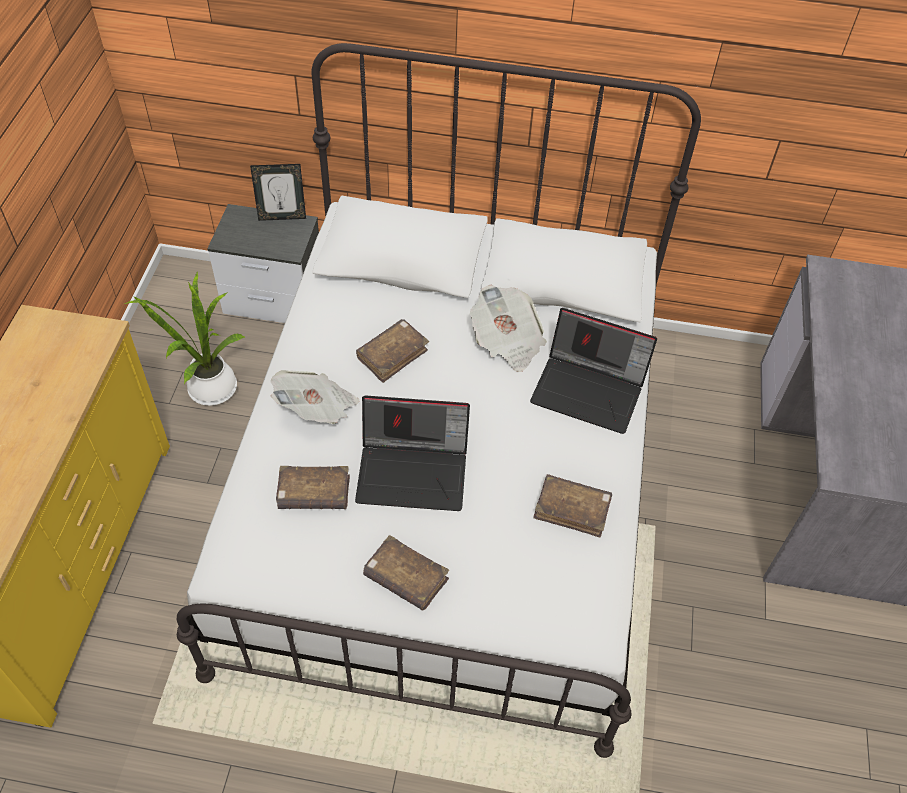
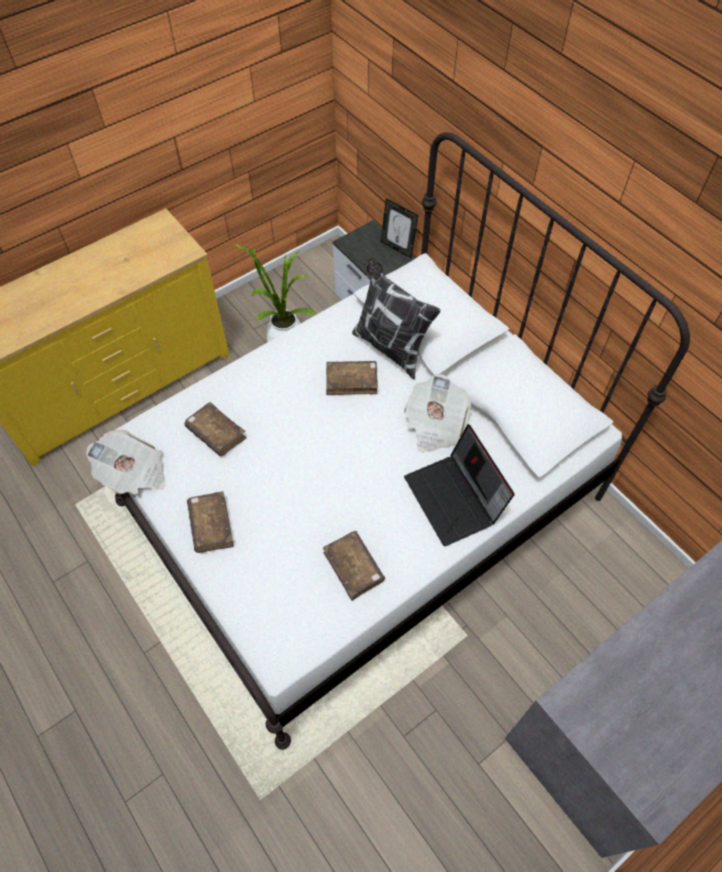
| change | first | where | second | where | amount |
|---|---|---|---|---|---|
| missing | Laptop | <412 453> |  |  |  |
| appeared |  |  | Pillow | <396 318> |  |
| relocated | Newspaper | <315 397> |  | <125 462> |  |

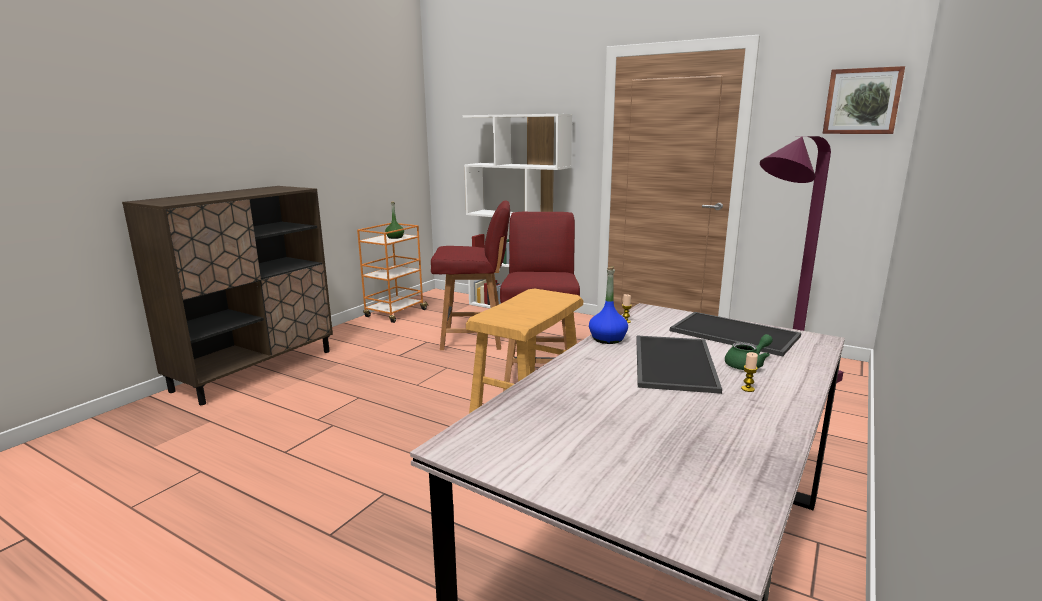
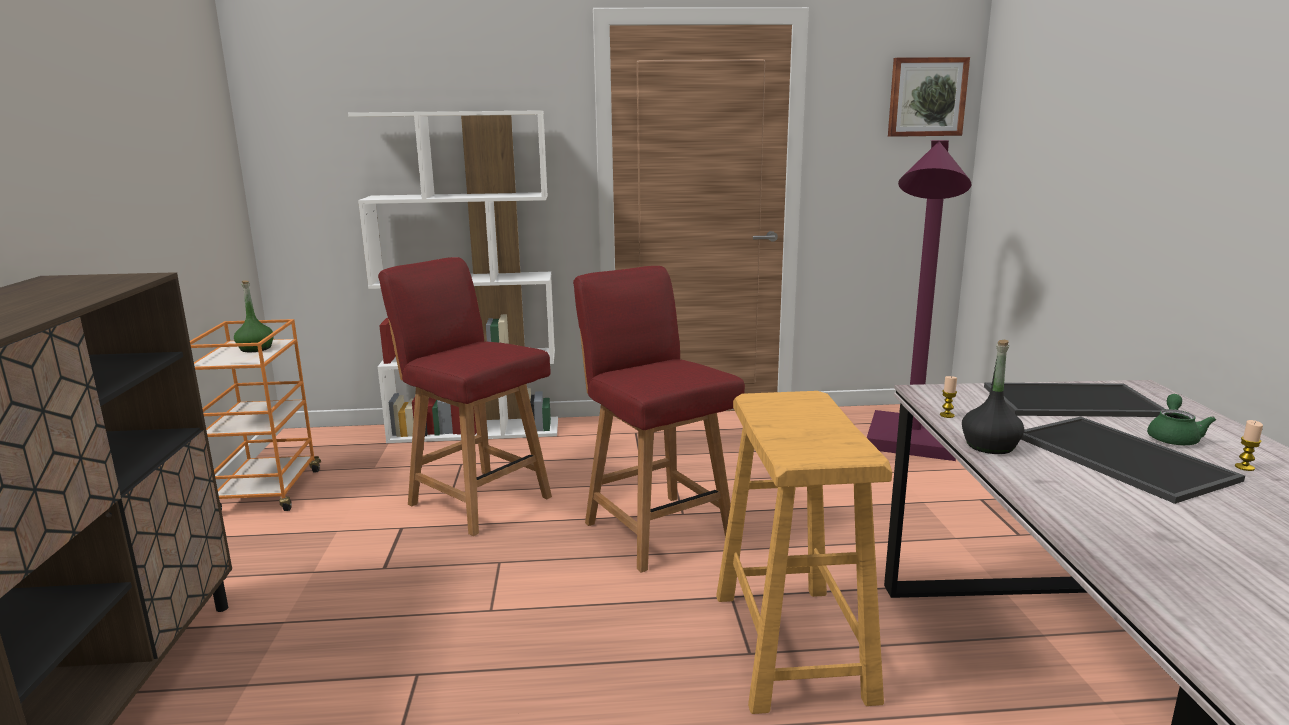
| change | first | where | second | where | amount |
|---|---|---|---|---|---|
| colour | BlueBottle | <608 305> | BlackBottle | <993 397> |  |
| spun | RedChair | <470 275> |  | <465 396> | 105 degrees counterclockwise |

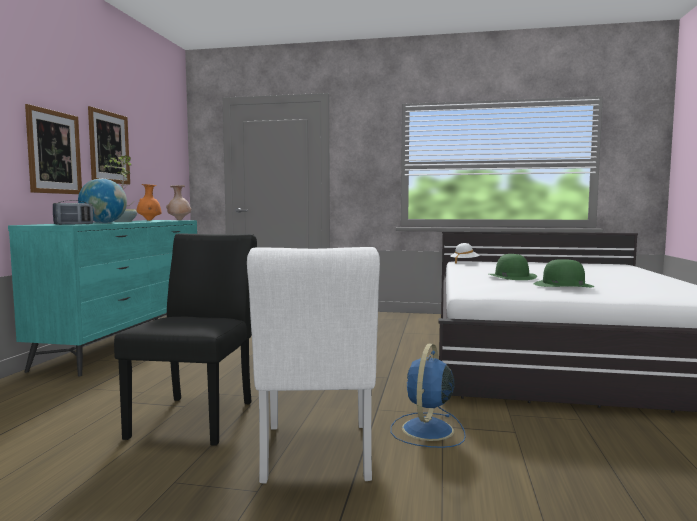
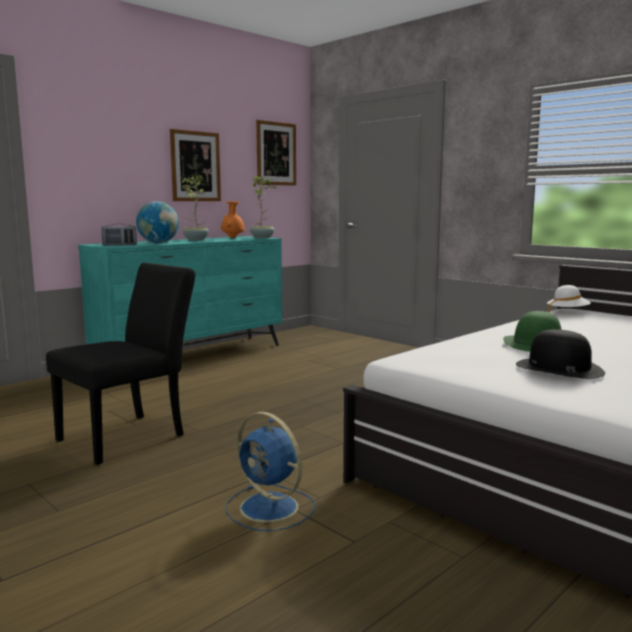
| change | first | where | second | where | amount |
|---|---|---|---|---|---|
| missing | WhiteChair | <313 365> |  |  |  |
| relocated | Picture | <53 149> |  | <276 153> |  |
| exchanged | BeigeVase | <179 202> | PottedPlant | <263 207> |  |
| colour | GreenHat | <564 273> | BlackHat | <560 354> |  |
| spun | BlueFan | <428 395> |  | <271 471> | 105 degrees counterclockwise |

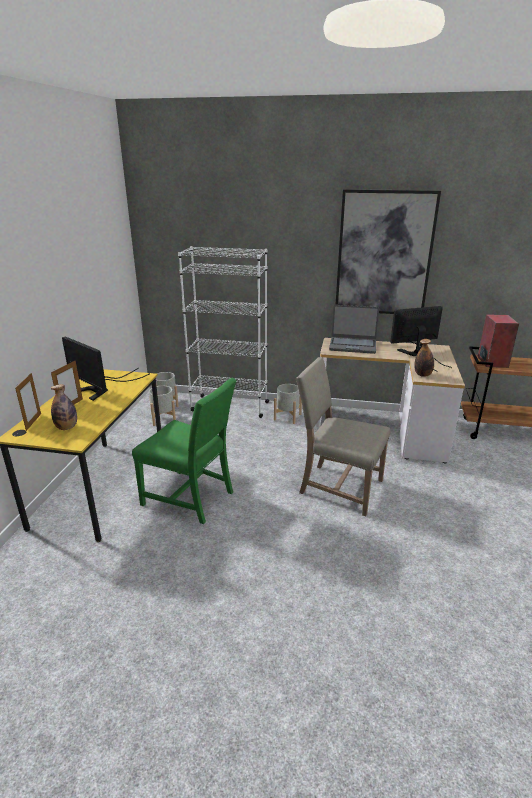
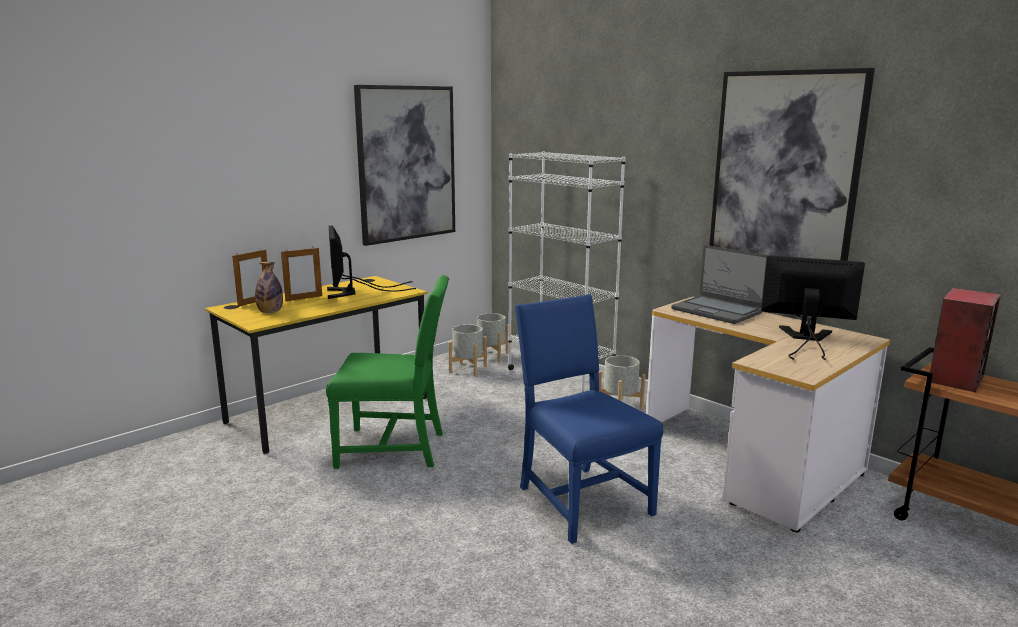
| change | first | where | second | where | amount |
|---|---|---|---|---|---|
| missing | Bottle | <424 358> |  |  |  |
| appeared |  |  | Picture | <404 165> |  |
| colour | BeigeChair | <343 436> | BlueChair | <589 419> |  |
| spun | GreenChair | <184 451> |  | <387 372> | 60 degrees counterclockwise |

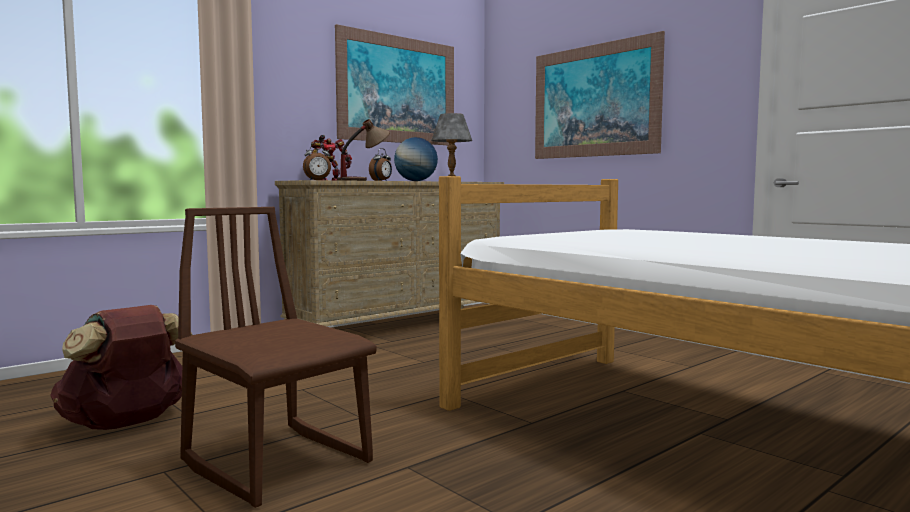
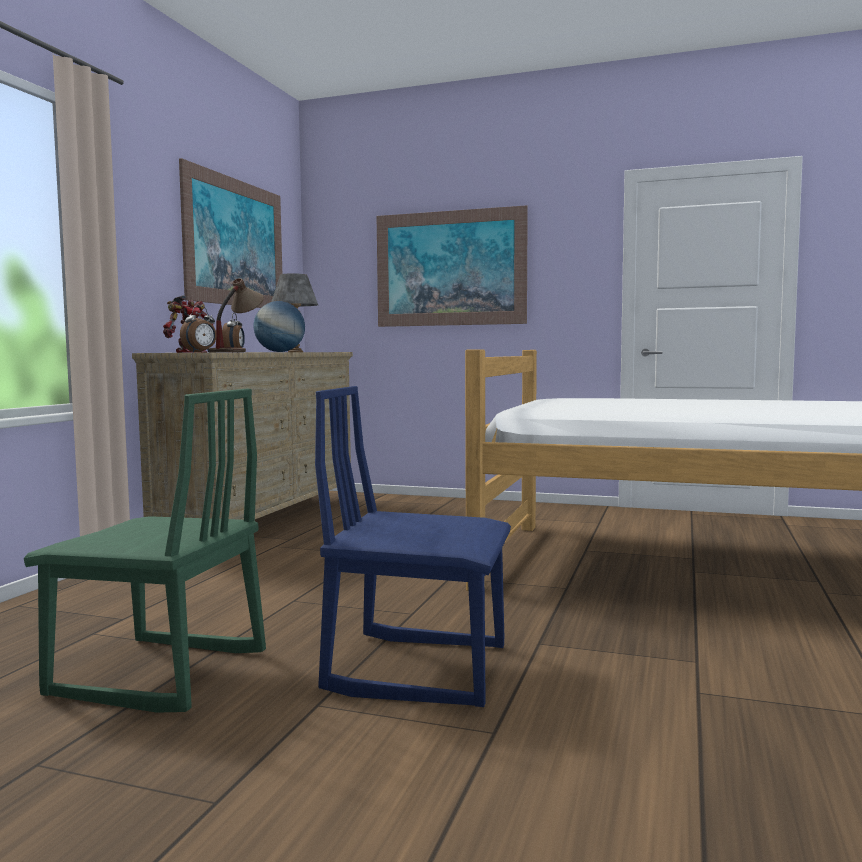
| change | first | where | second | where | amount |
|---|---|---|---|---|---|
| exchanged | BrownBackpack | <121 367> | GreenChair | <145 551> |  |
| colour | BrownChair | <276 357> | BlueChair | <413 546> |  |

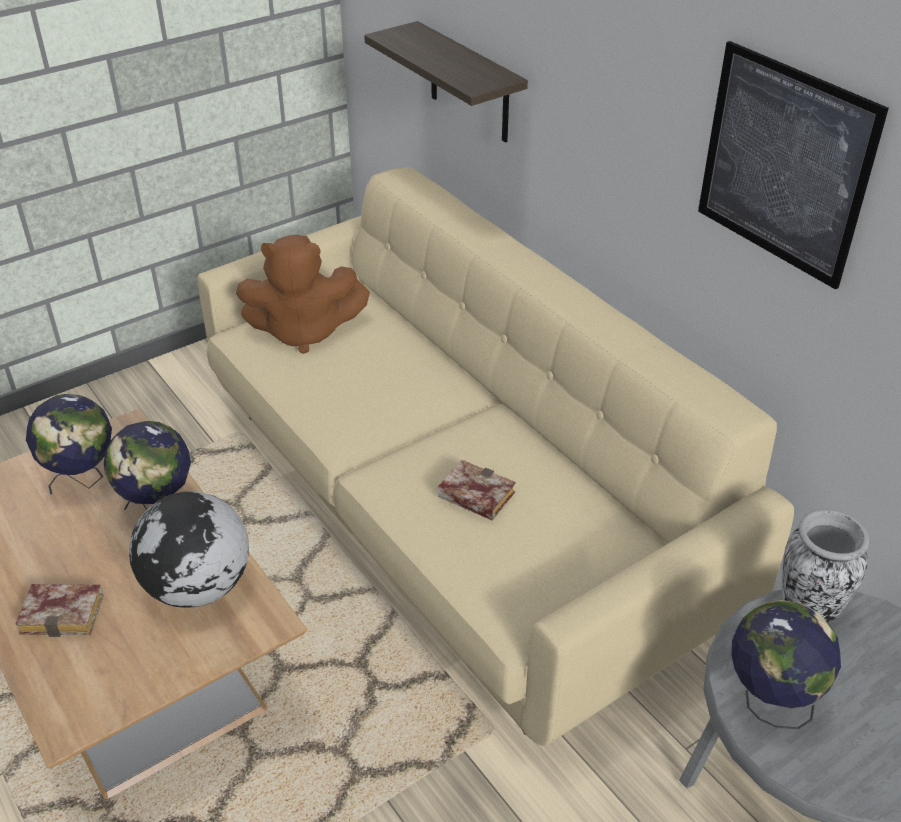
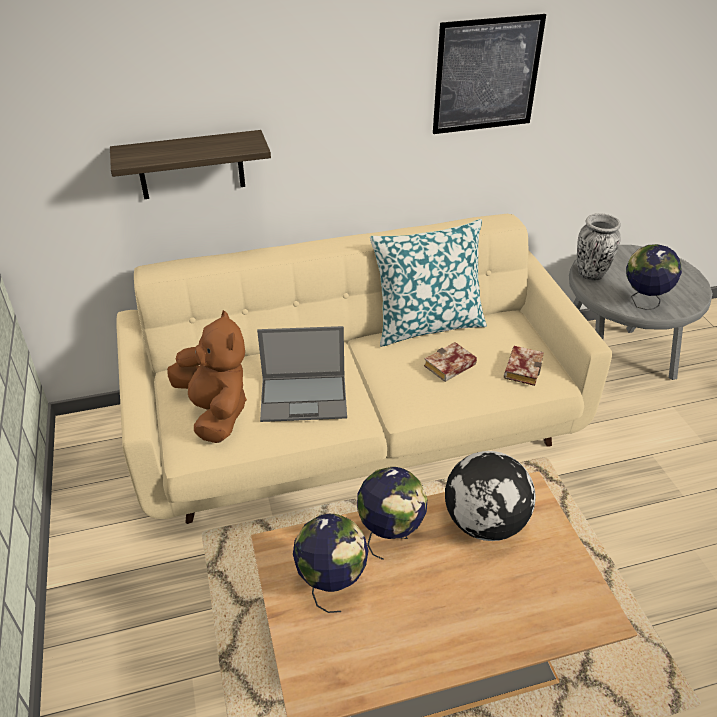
| change | first | where | second | where | amount |
|---|---|---|---|---|---|
| appeared |  |  | Laptop | <302 374> |  |
| appeared |  |  | Pillow | <428 283> |  |
| relocated | Book | <60 610> |  | <524 366> |  |
| spun | BrownPlushToy | <303 294> |  | <207 376> | 45 degrees counterclockwise |

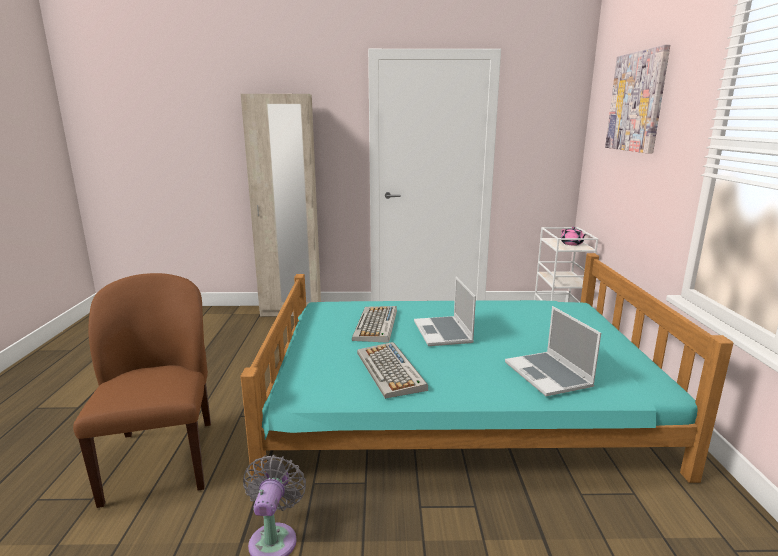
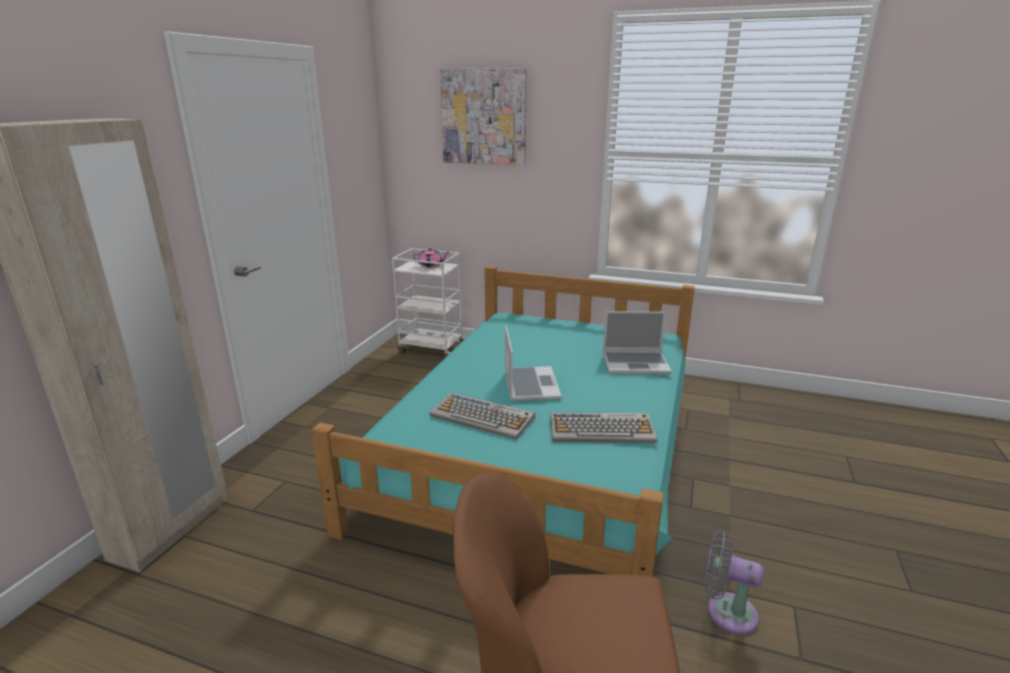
| change | first | where | second | where | amount |
|---|---|---|---|---|---|
| spun | Laptop | <445 311> |  | <533 363> | 105 degrees counterclockwise |

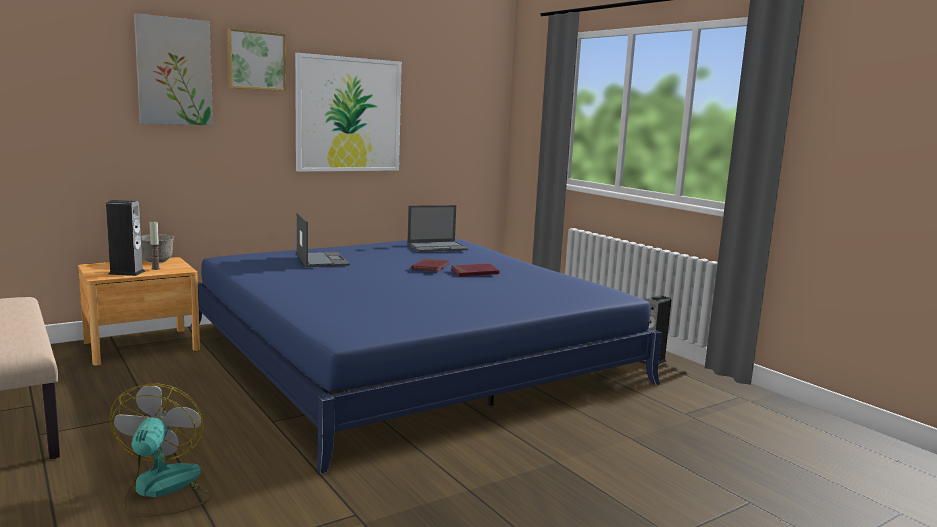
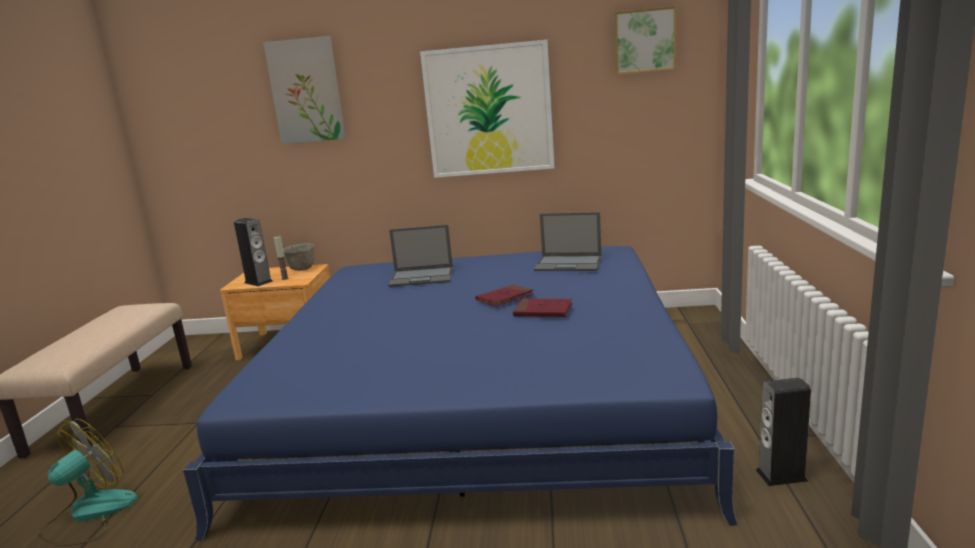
| change | first | where | second | where | amount |
|---|---|---|---|---|---|
| relocated | Picture | <256 59> |  | <645 40> |  |
| spun | Laptop | <323 240> |  | <420 256> | 75 degrees clockwise |

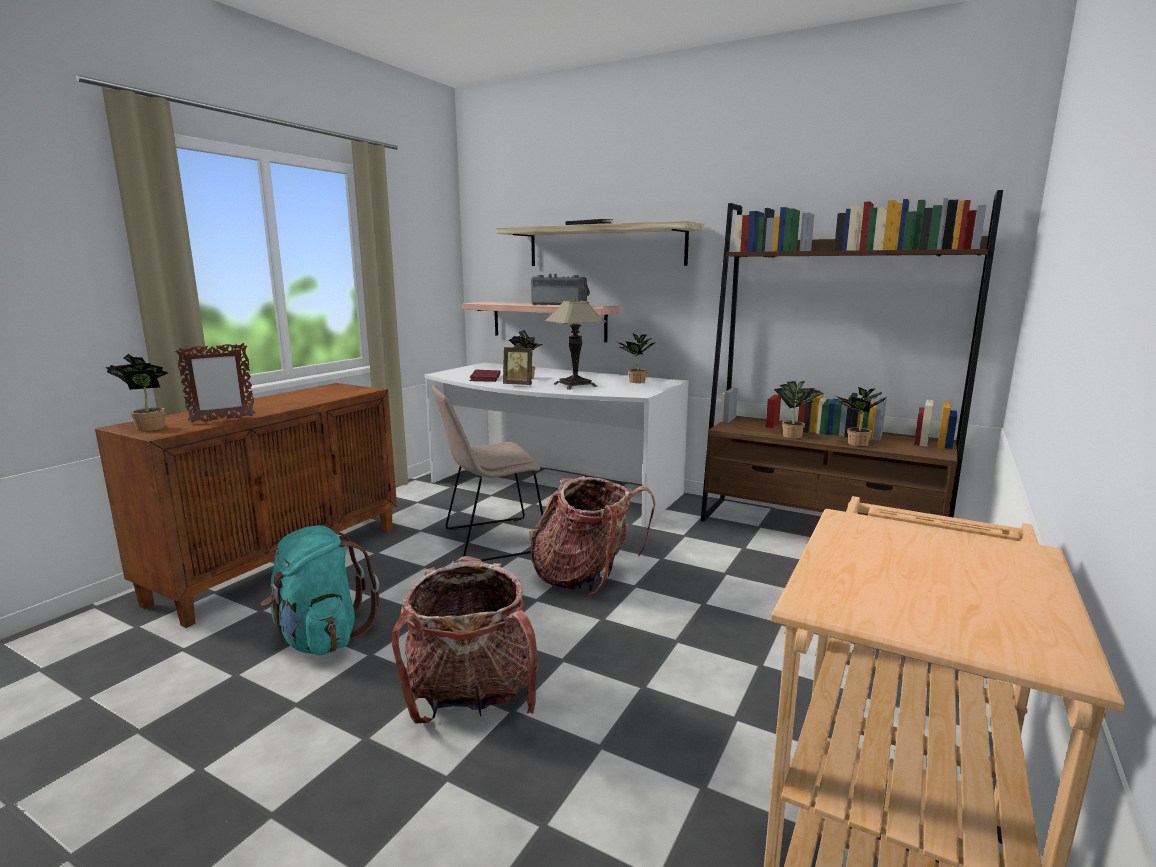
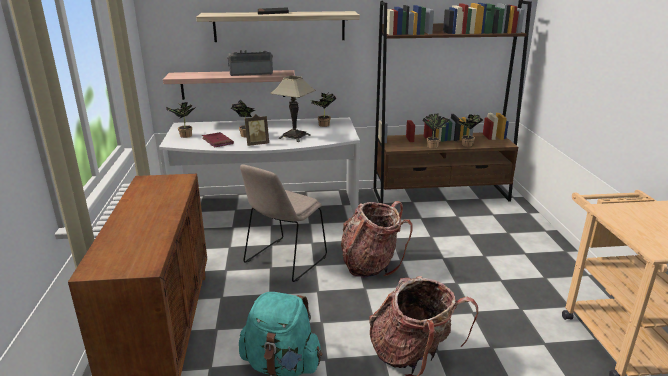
| change | first | where | second | where | amount |
|---|---|---|---|---|---|
| missing | PictureFrame | <215 383> |  |  |  |
| relocated | PottedPlant | <136 392> |  | <181 120> |  |

